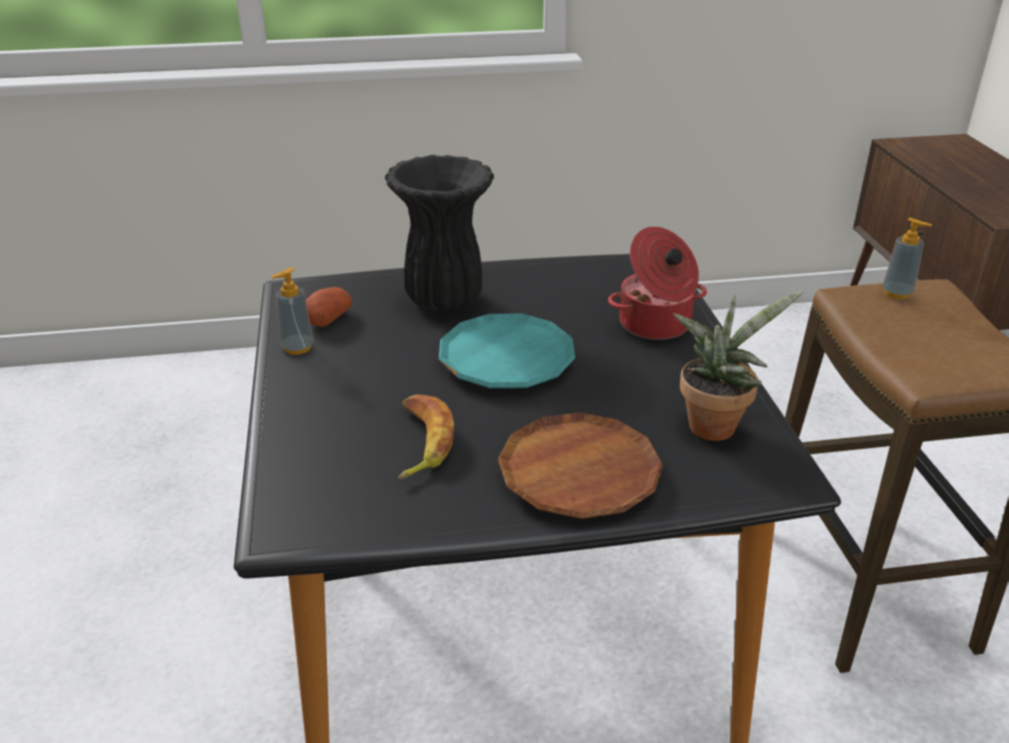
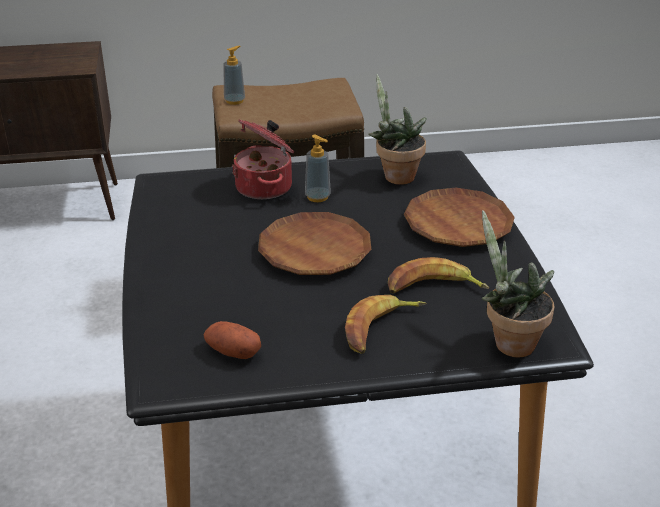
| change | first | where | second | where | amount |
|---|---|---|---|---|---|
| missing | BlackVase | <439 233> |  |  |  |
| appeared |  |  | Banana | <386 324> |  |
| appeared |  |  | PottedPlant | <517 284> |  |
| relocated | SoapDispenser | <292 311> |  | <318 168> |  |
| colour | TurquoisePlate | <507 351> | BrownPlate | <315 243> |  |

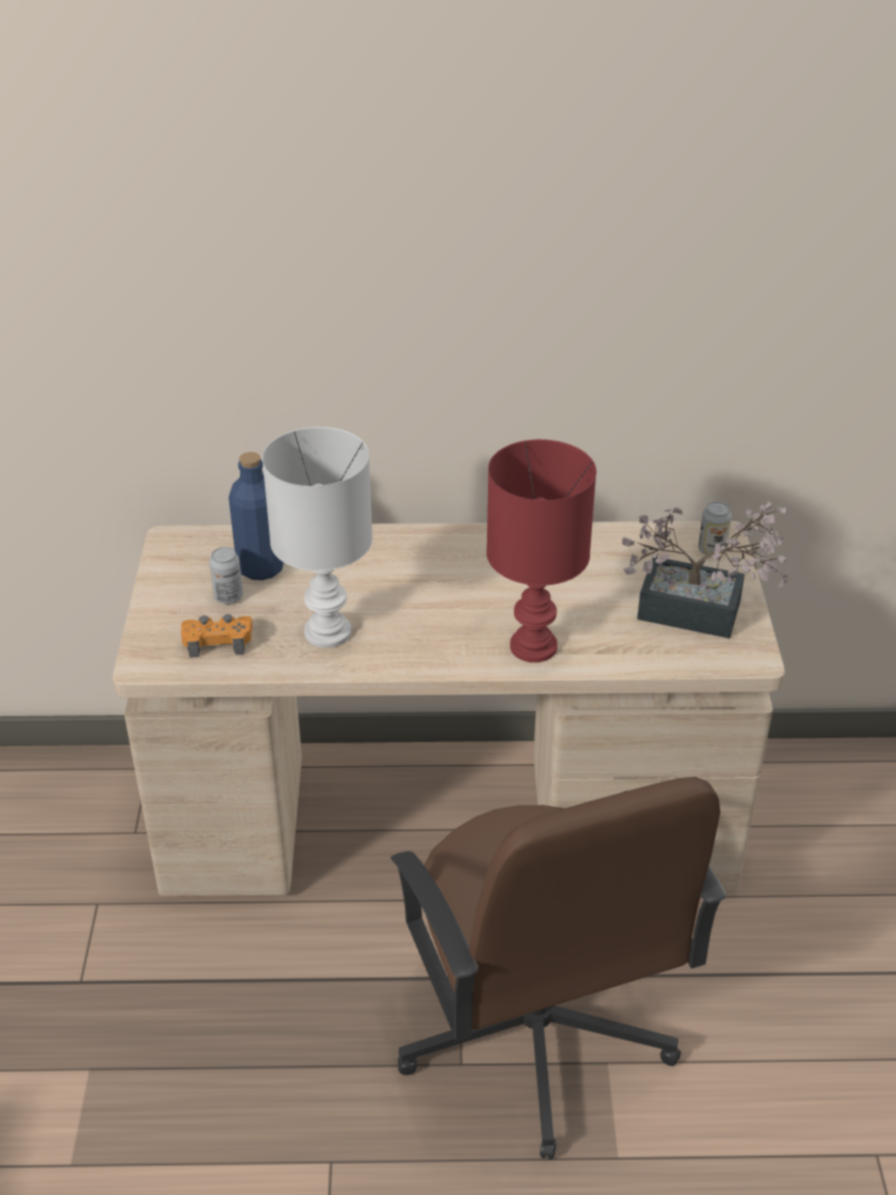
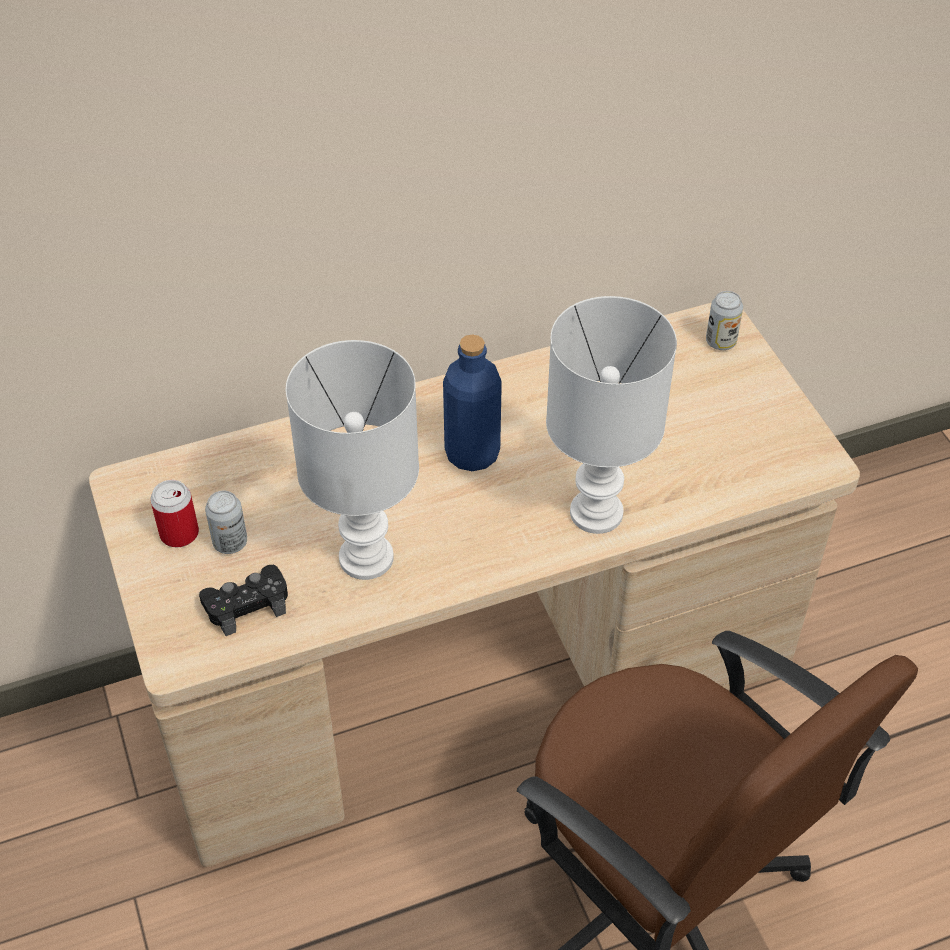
| change | first | where | second | where | amount |
|---|---|---|---|---|---|
| missing | PottedPlant | <705 570> |  |  |  |
| appeared |  |  | Can | <174 513> |  |
| relocated | BlueBottle | <256 516> |  | <472 402> |  |
| colour | OrangeGameController | <217 636> | BlackGameController | <243 600> |  |
| colour | RedTableLamp | <541 551> | WhiteTableLamp | <611 415> |  |

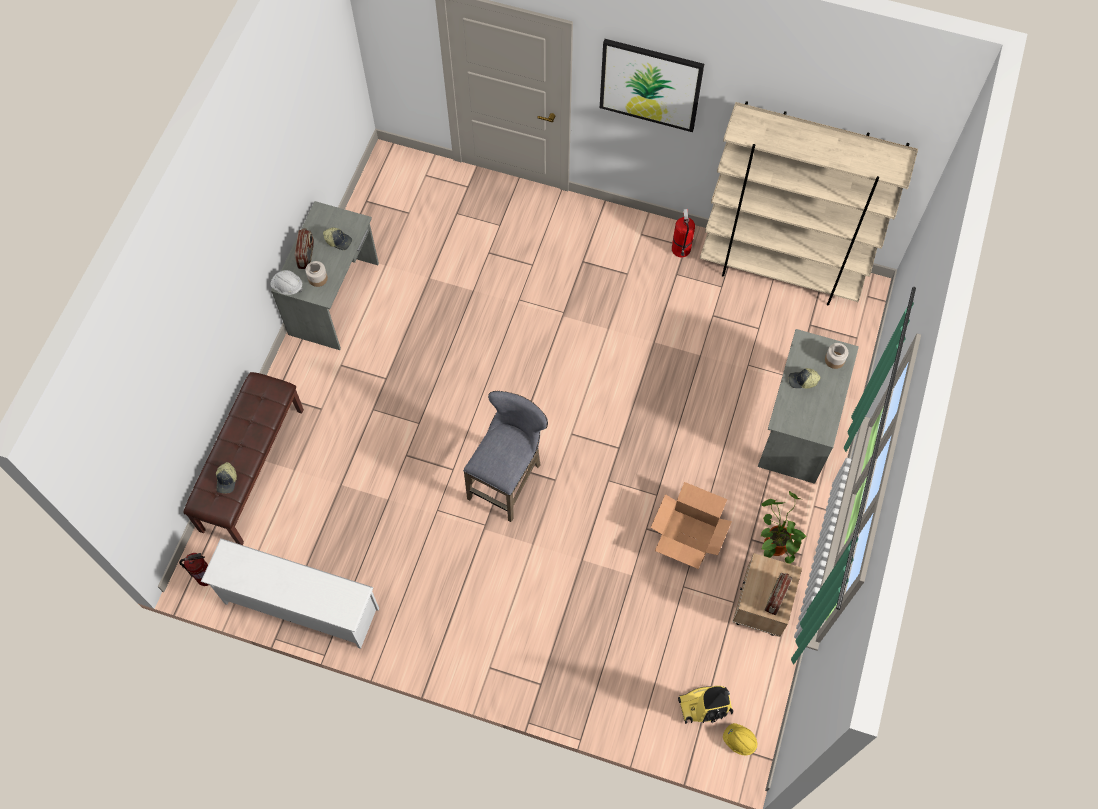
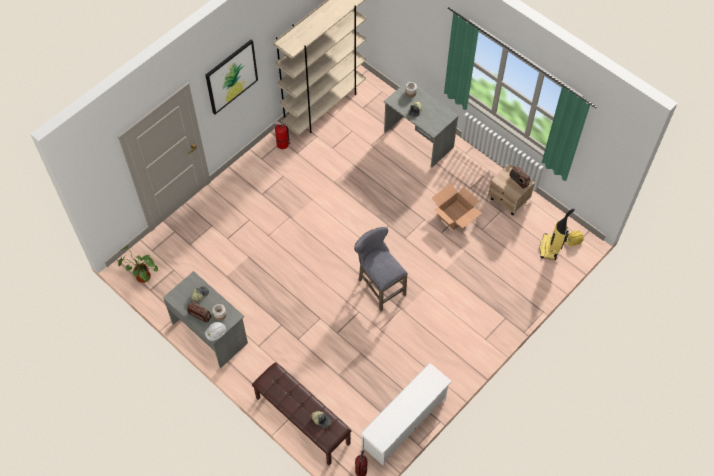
| change | first | where | second | where | amount |
|---|---|---|---|---|---|
| relocated | PottedPlant | <784 527> |  | <138 264> |  |

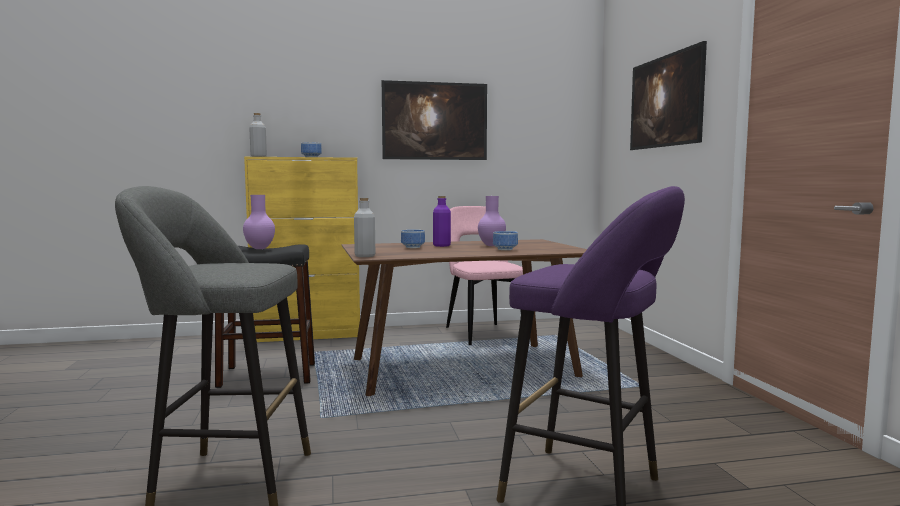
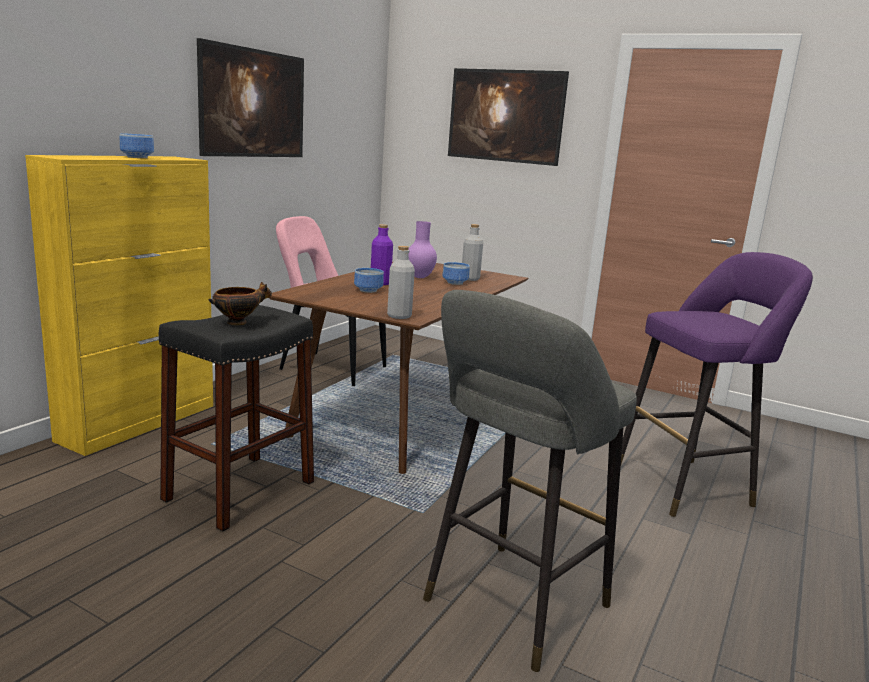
| change | first | where | second | where | amount |
|---|---|---|---|---|---|
| relocated | GreyBottle | <258 135> |  | <472 252> |  |
| exchanged | PurpleVase | <259 222> | Bowl | <240 303> |  |

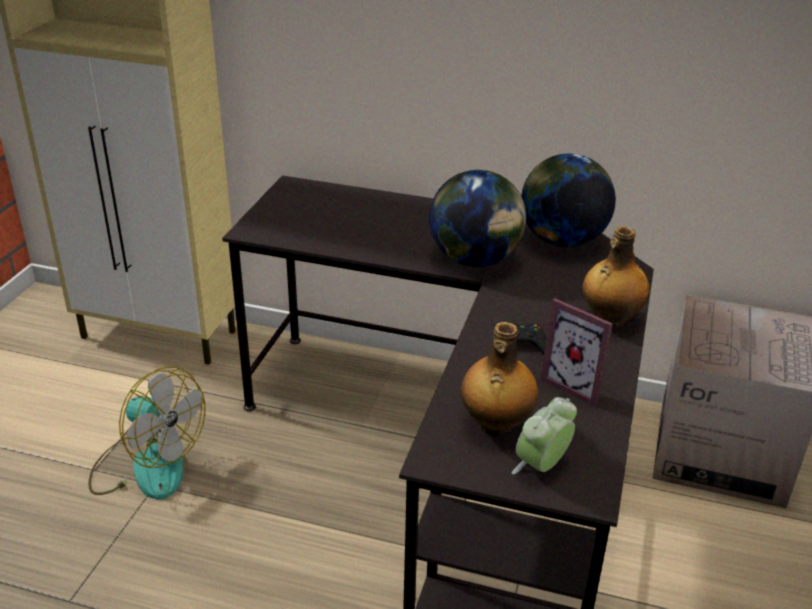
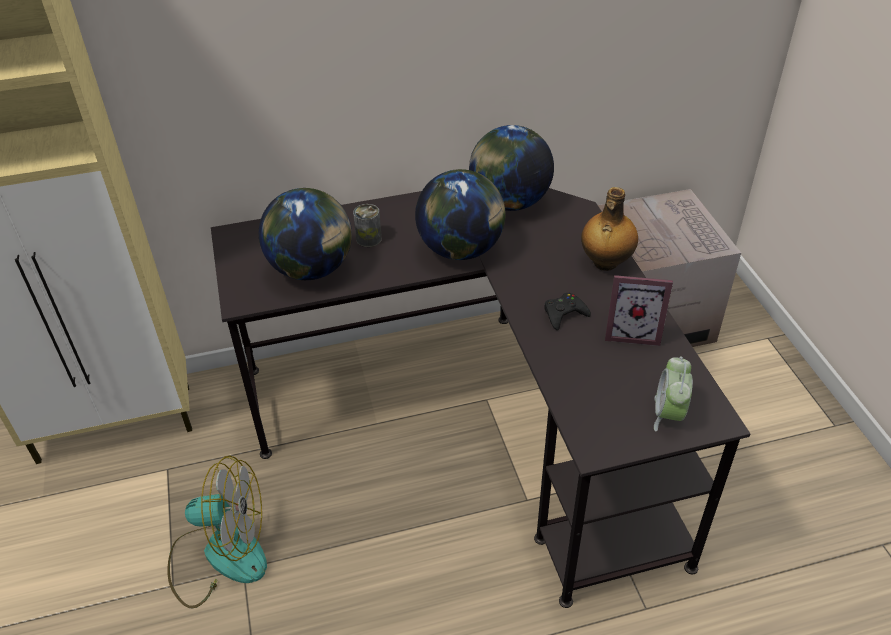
| change | first | where | second | where | amount |
|---|---|---|---|---|---|
| missing | Bottle | <499 379> |  |  |  |
| appeared |  |  | Globe | <305 234> |  |
| appeared |  |  | Can | <367 225> |  |

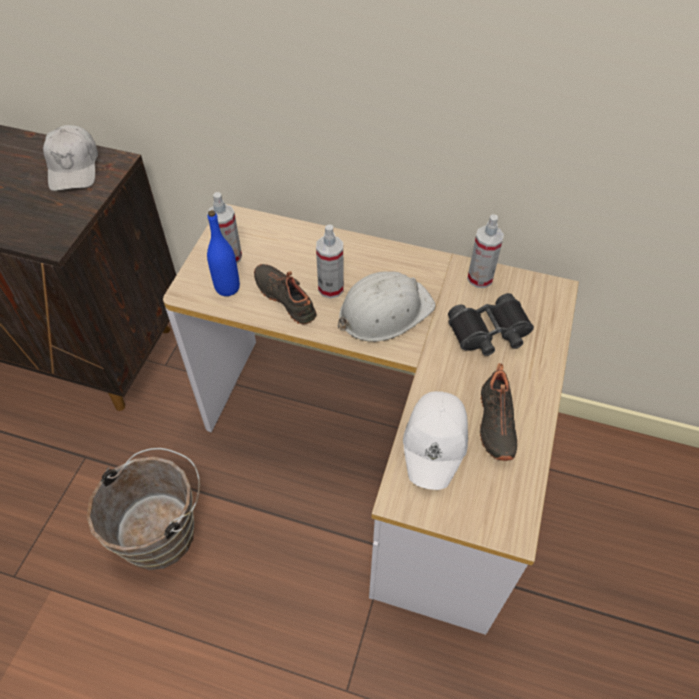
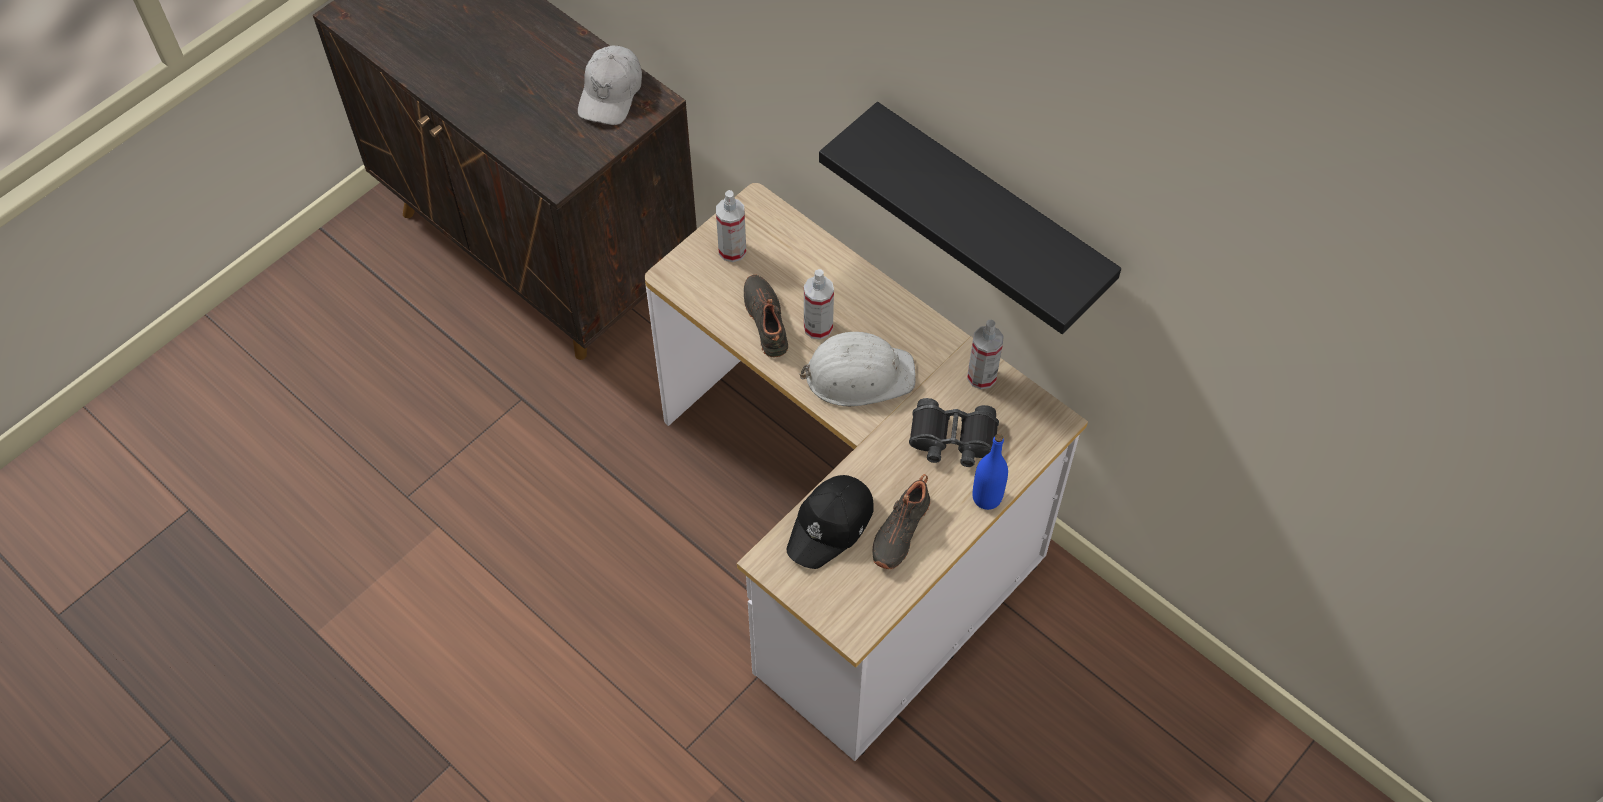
| change | first | where | second | where | amount |
|---|---|---|---|---|---|
| missing | BrownBucket | <143 509> |  |  |  |
| appeared |  |  | BlackShelf | <970 218> |  |
| relocated | BlueBottle | <223 253> |  | <990 472> |  |
| colour | WhiteCap | <435 440> | BlackCap | <830 522> |  |

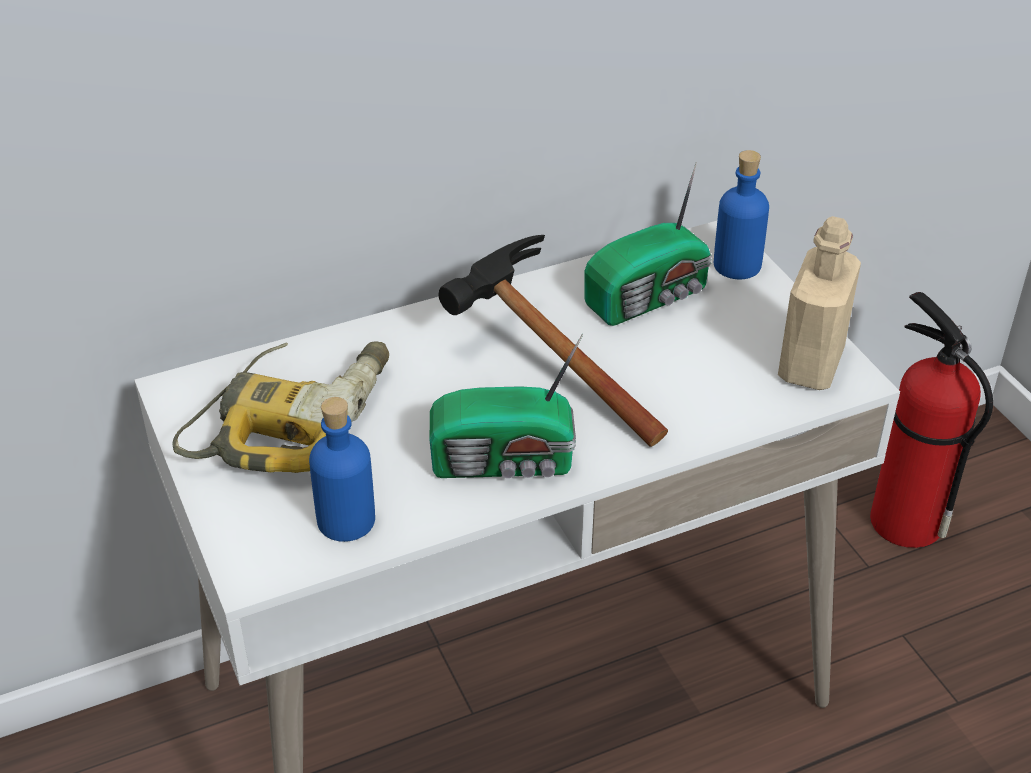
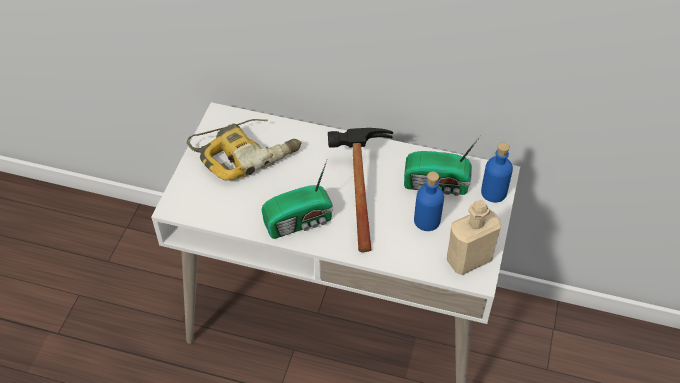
| change | first | where | second | where | amount |
|---|---|---|---|---|---|
| missing | FireExtinguisher | <931 420> |  |  |  |
| relocated | BlueBottle | <342 469> |  | <429 201> |  |
| spun | Radio | <506 406> |  | <297 199> | 60 degrees counterclockwise |

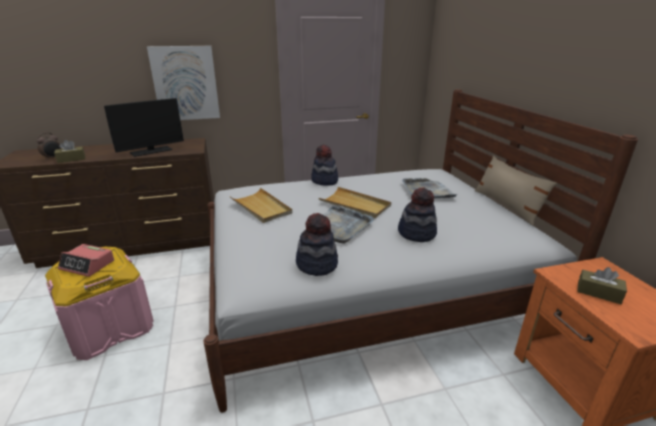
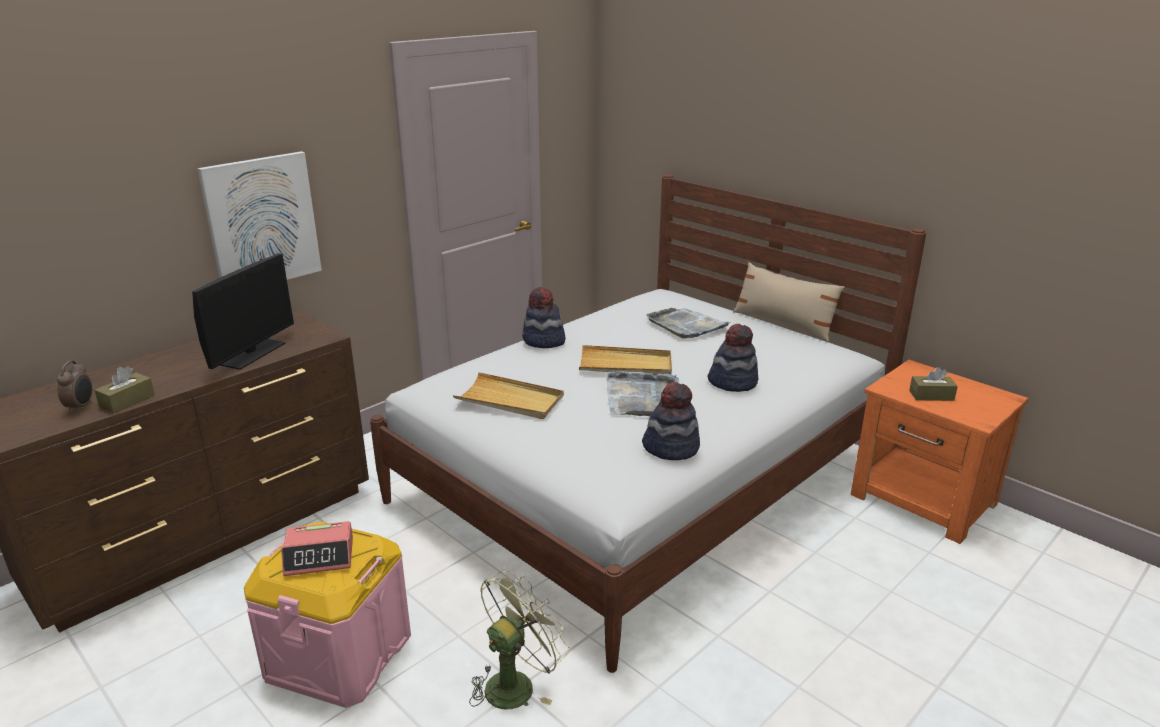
| change | first | where | second | where | amount |
|---|---|---|---|---|---|
| appeared |  |  | GreenFan | <519 639> |  |

